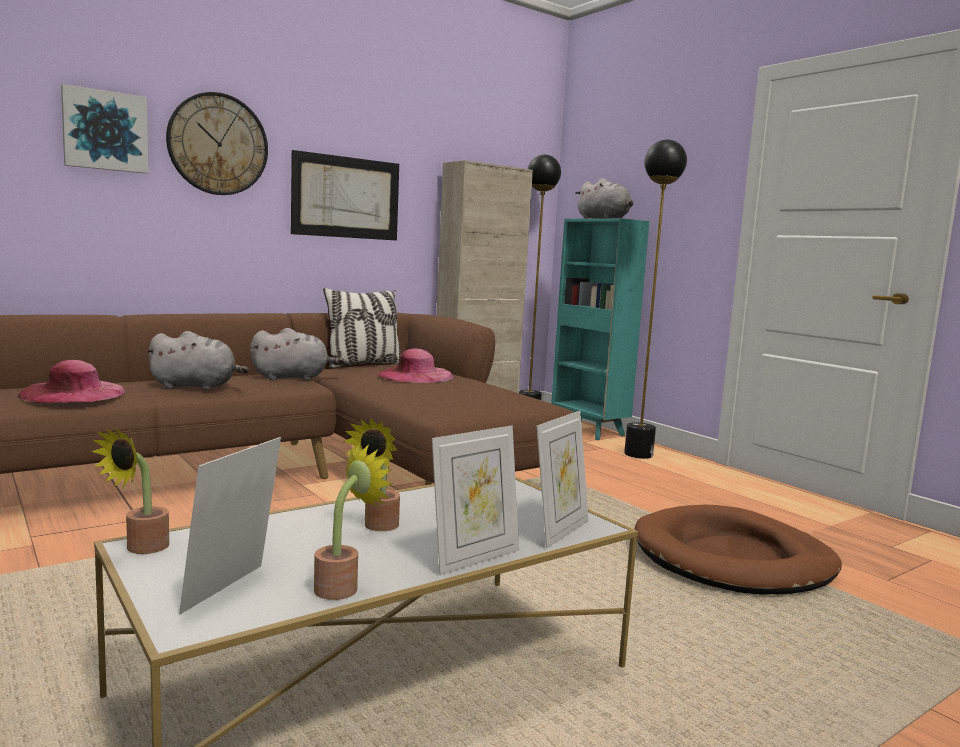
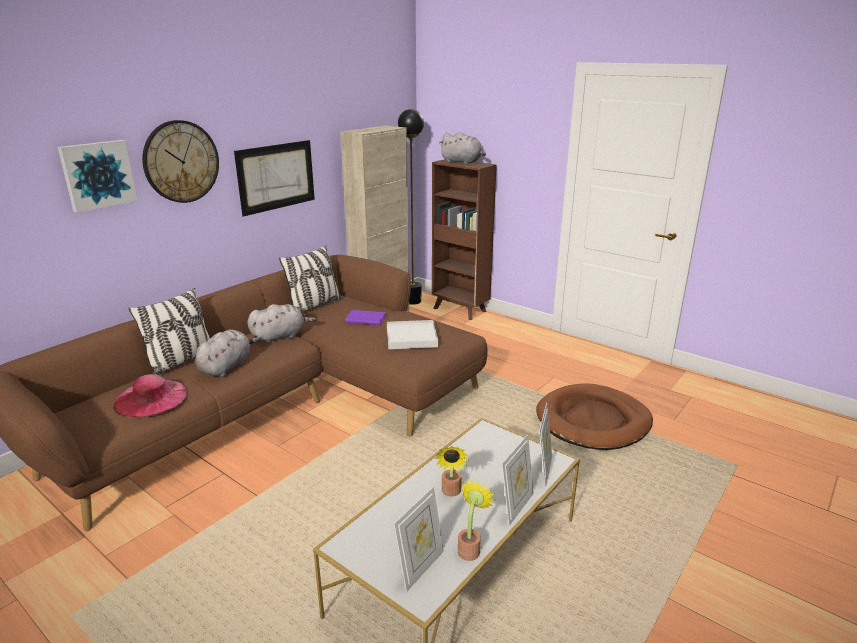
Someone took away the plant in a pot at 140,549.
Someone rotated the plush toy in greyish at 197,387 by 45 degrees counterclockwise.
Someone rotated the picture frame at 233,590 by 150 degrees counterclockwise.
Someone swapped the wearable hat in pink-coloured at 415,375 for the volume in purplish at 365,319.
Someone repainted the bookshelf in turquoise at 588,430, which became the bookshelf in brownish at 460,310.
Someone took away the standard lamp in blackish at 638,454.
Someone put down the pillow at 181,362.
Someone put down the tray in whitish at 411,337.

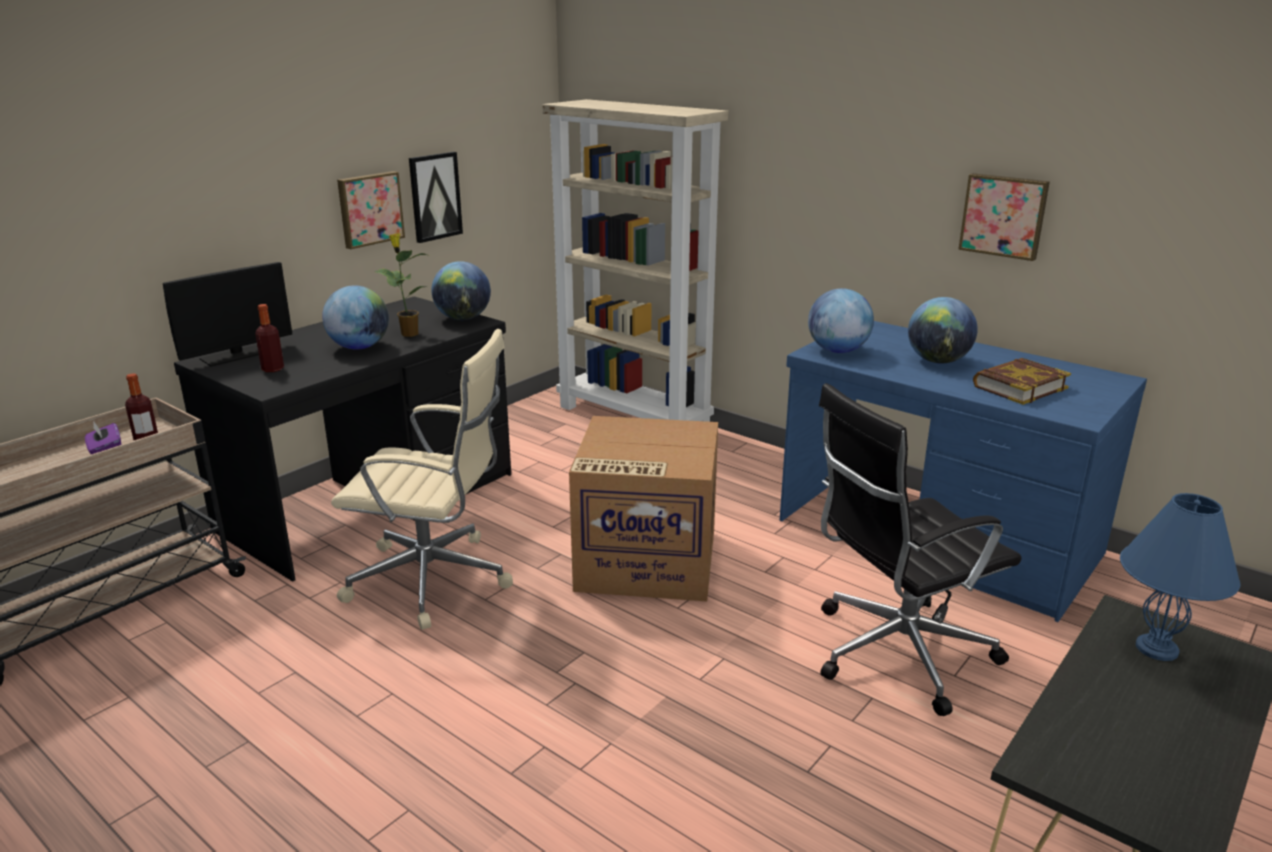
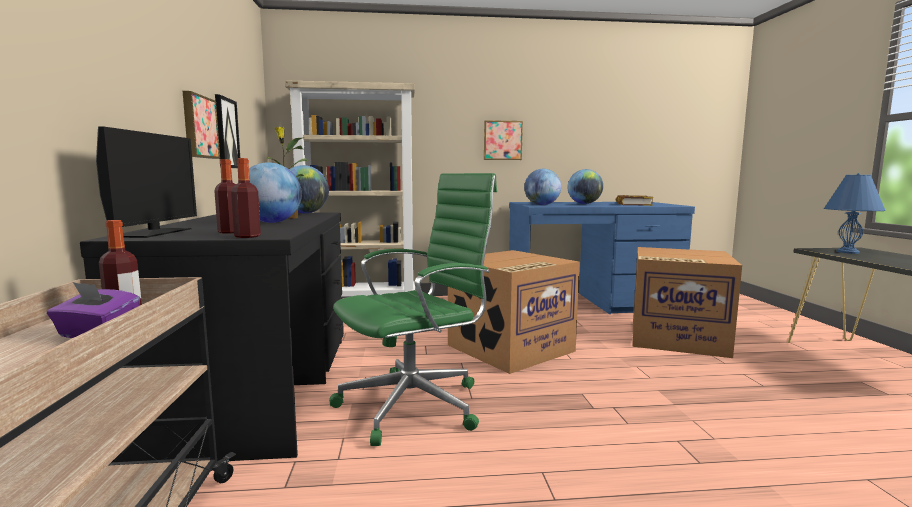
Someone repainted the computer chair in beige-coloured at 434,580, which became the computer chair in green at 416,404.
Someone swapped the computer chair in blackish at 896,653 for the carton at 676,338.
Someone carried the wall picture from 1004,215 to 502,140.
Someone put down the bottle at 247,236.

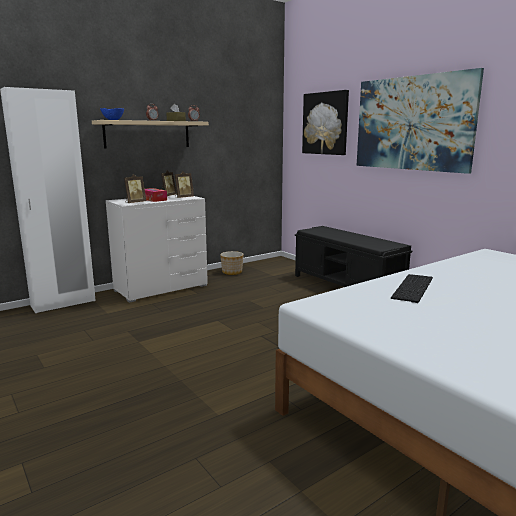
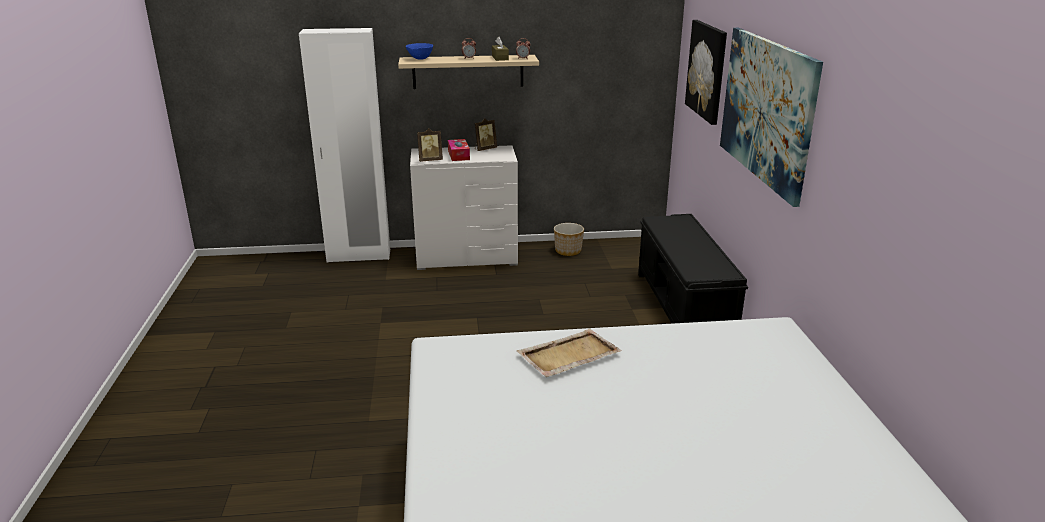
Someone took away the picture frame at 183,197.
Someone swapped the PC keyboard at 414,288 for the tray in beige-coloured at 568,355.

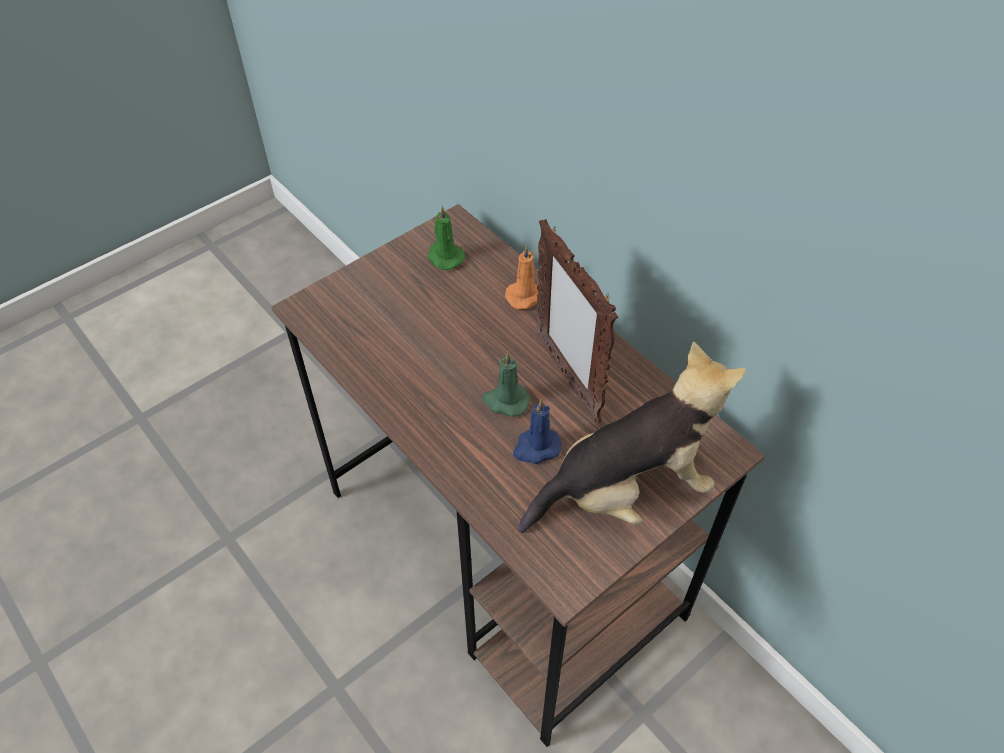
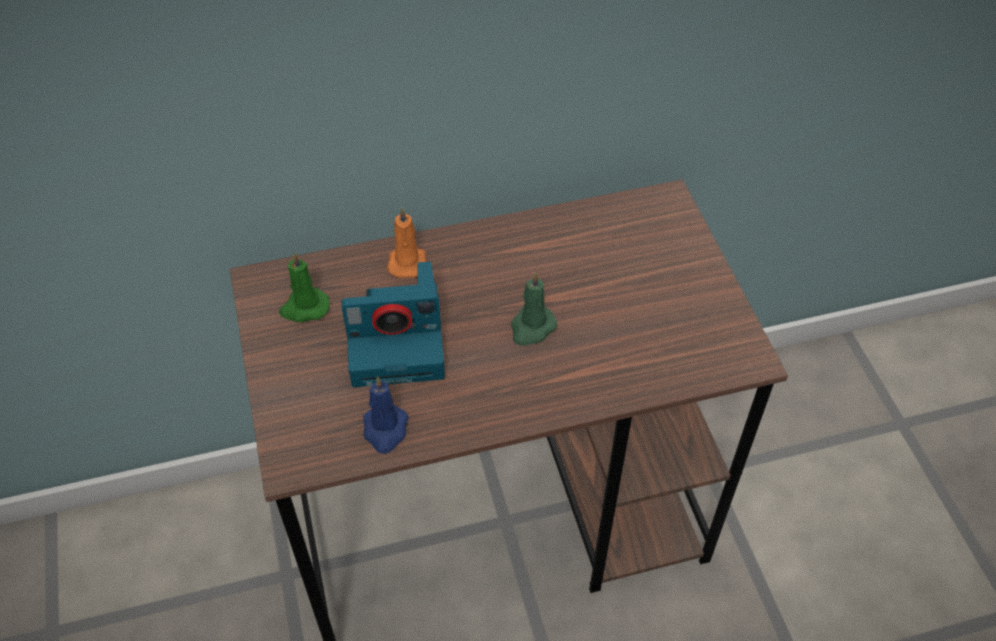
Someone carried the wax light in bluish from 536,448 to 385,430.
Someone took away the plush toy at 626,490.
Someone took away the picture frame at 567,377.
Someone put down the photo camera at 399,341.

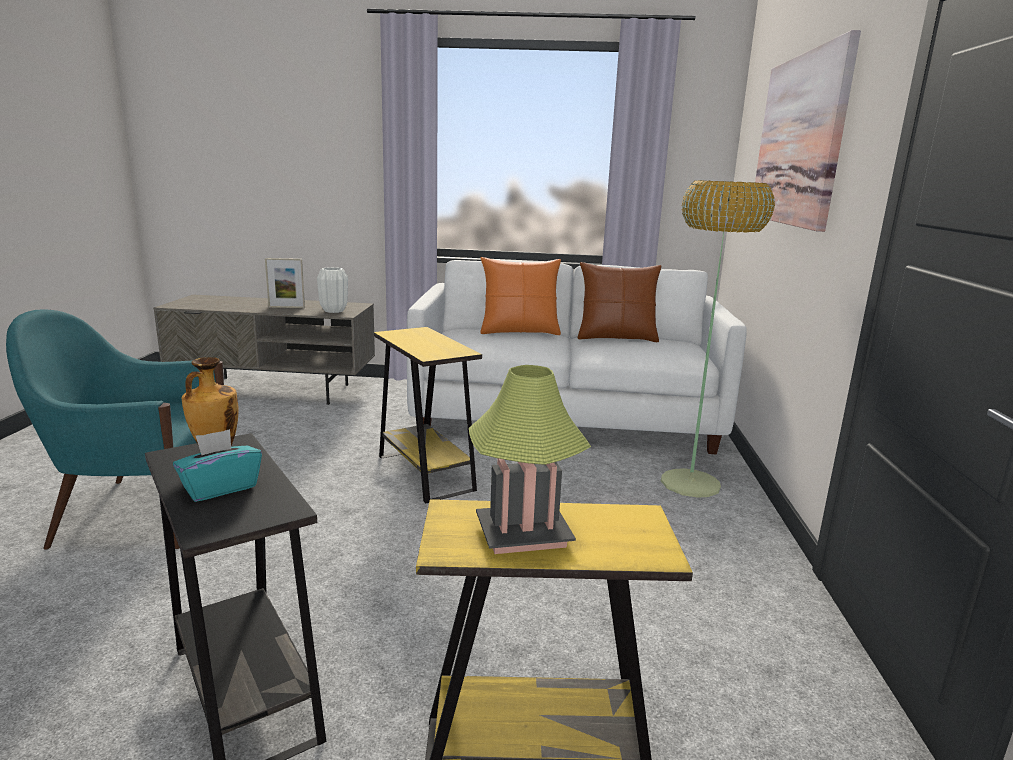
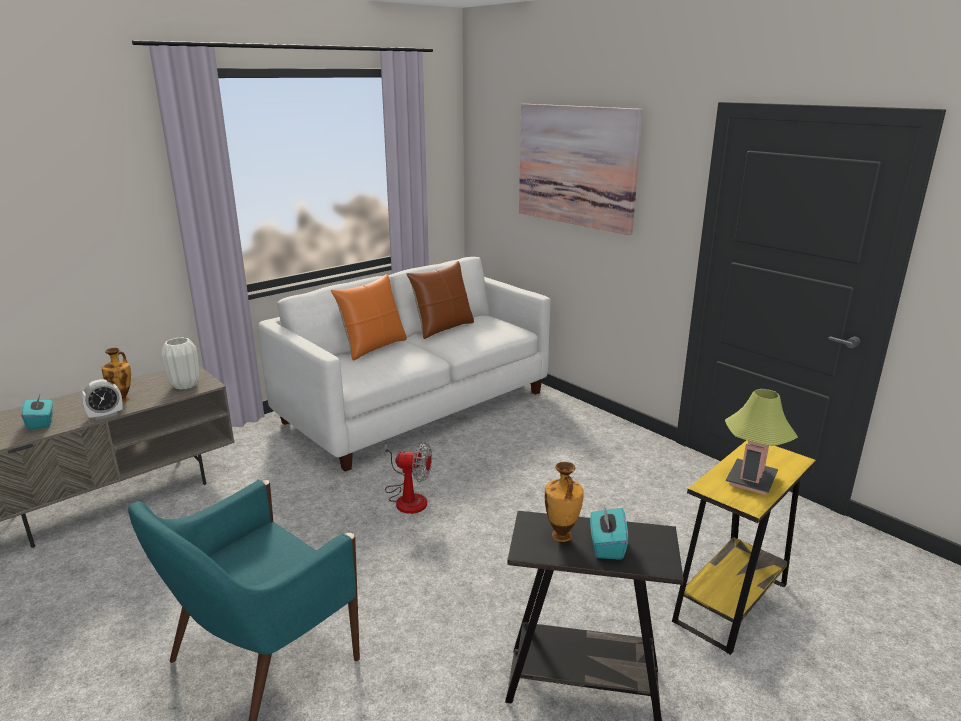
Someone swapped the picture frame at 286,307 for the decorative vase at 123,399.
Someone swapped the end table in yellowish at 425,473 for the cooling fan at 407,498.
Someone took away the standard lamp at 690,483.
Someone put down the tissue box in turquoise at 41,422.
Someone put down the alarm clock at 105,415.

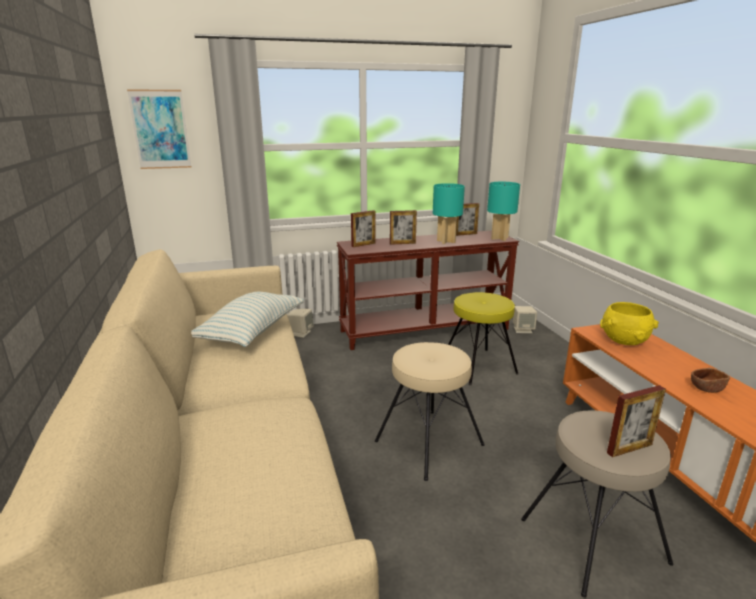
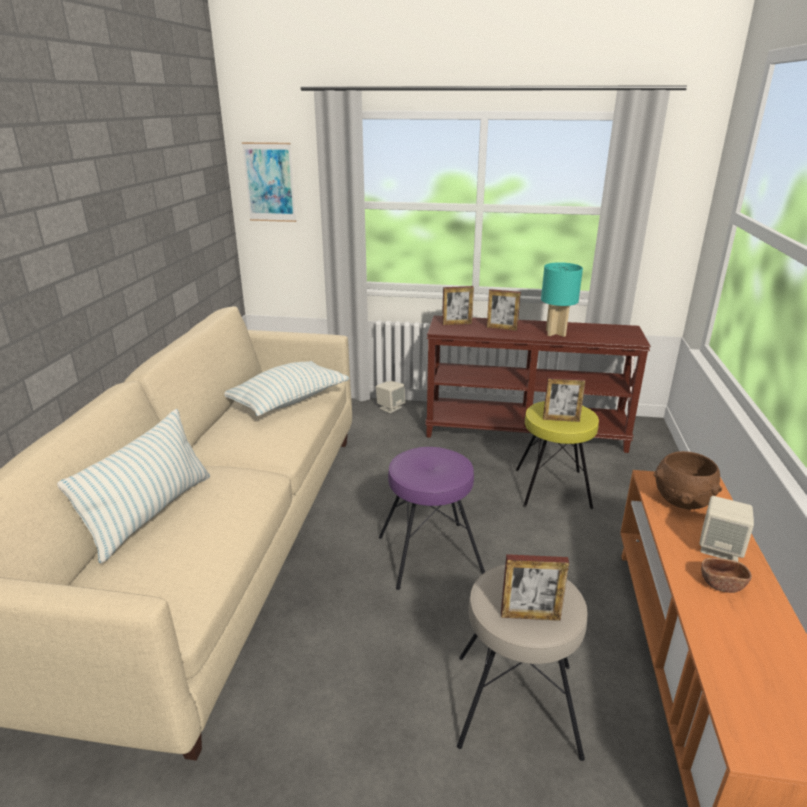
Someone repainted the sitting stool in beige-coloured at 428,442, which became the sitting stool in purplish at 429,553.
Someone carried the picture frame from 465,234 to 561,419.
Someone took away the lamp for a table in turquoise at 500,238.
Someone carried the audio speaker in beige-coloured from 523,330 to 720,548.
Someone repainted the deep dish in yellowish at 624,341, which became the deep dish in brownish at 682,501.
Someone put down the pillow at 151,513.

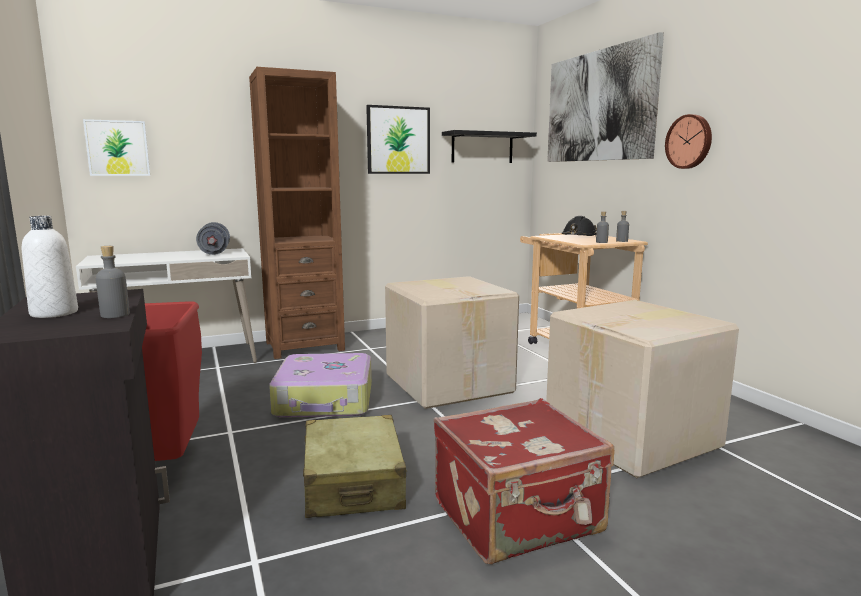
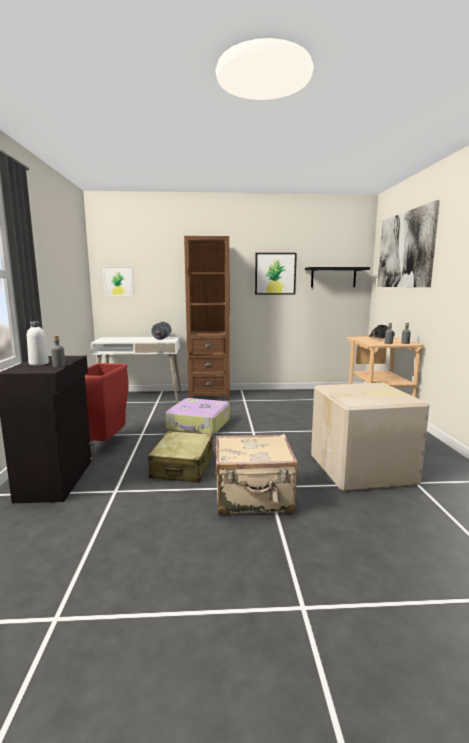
Someone took away the carton at 449,383.
Someone repainted the suitcase in red-coloured at 518,518, which became the suitcase in beige-coloured at 254,497.
Someone took away the wall clock at 689,141.

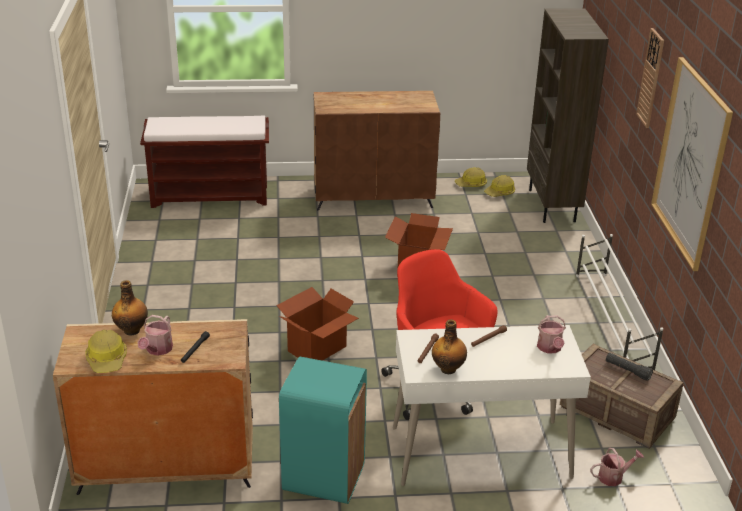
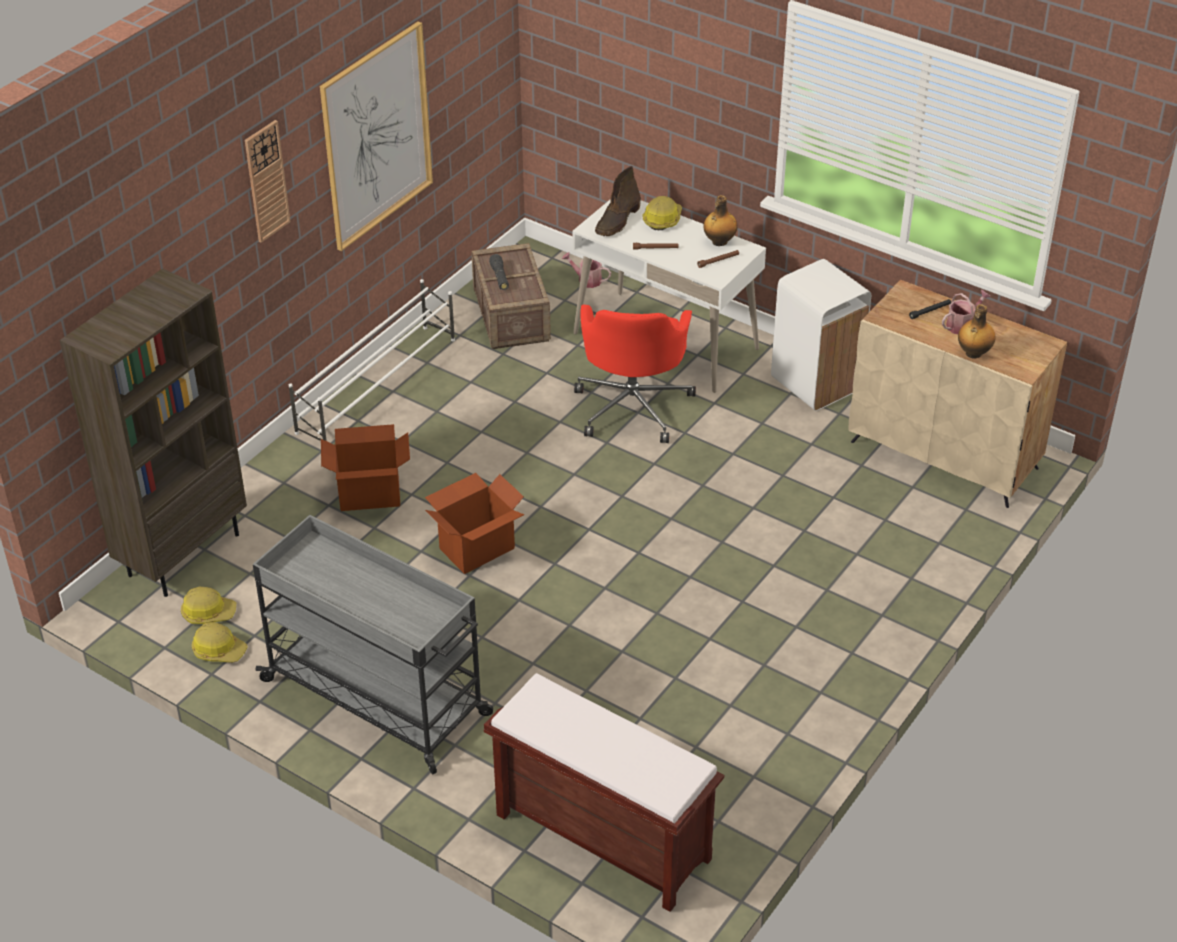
Someone carried the hard hat from 107,360 to 662,219.
Someone carried the carton from 317,349 to 369,493.
Someone repainted the waste bin in turquoise at 324,478, which became the waste bin in whitish at 815,383.
Someone swapped the storage cabinet in brownish at 374,197 for the wheeled cart in greyish at 378,698.
Someone swapped the sprinkling can at 550,348 for the high-top boot in brownish at 617,221.

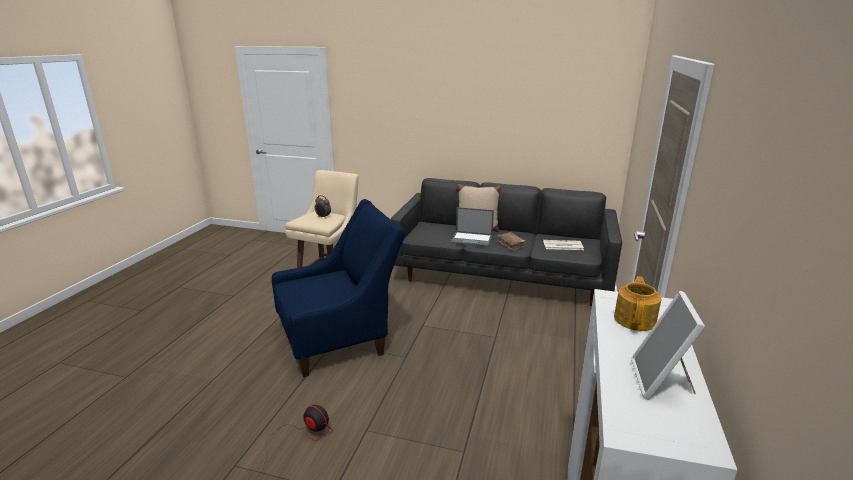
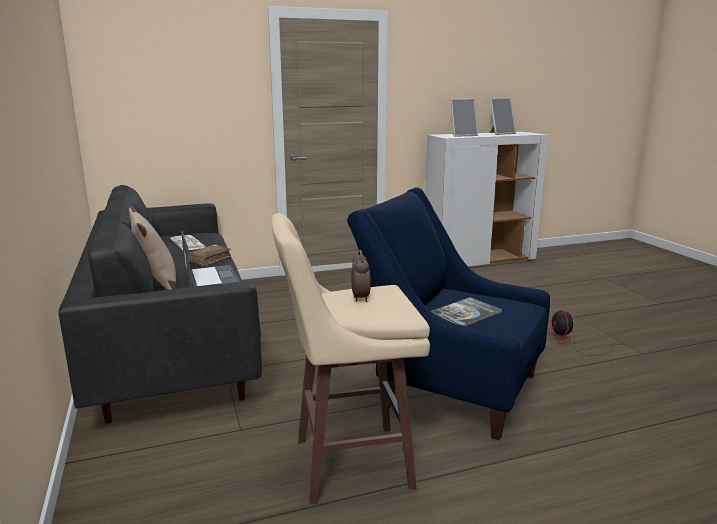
Someone swapped the pot for tea at 635,319 for the picture frame at 462,135.
Someone put down the volume at 466,313.

